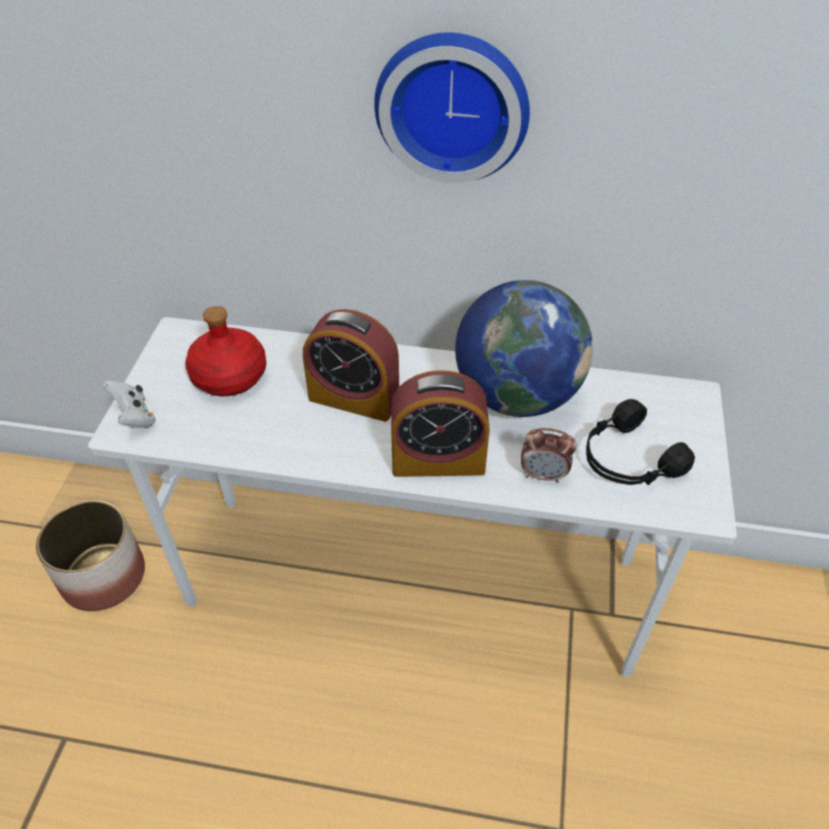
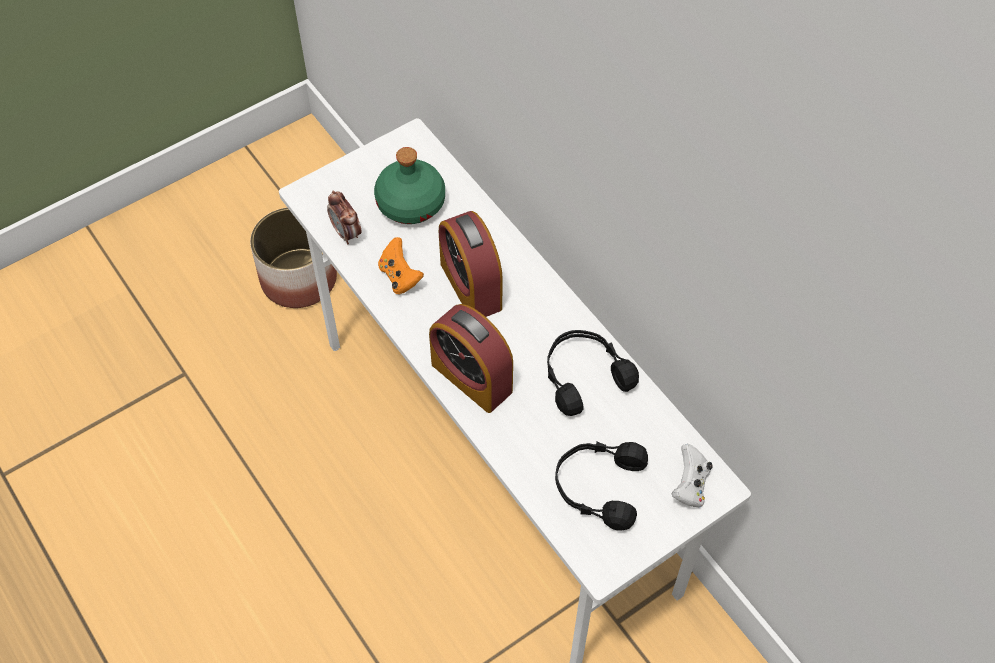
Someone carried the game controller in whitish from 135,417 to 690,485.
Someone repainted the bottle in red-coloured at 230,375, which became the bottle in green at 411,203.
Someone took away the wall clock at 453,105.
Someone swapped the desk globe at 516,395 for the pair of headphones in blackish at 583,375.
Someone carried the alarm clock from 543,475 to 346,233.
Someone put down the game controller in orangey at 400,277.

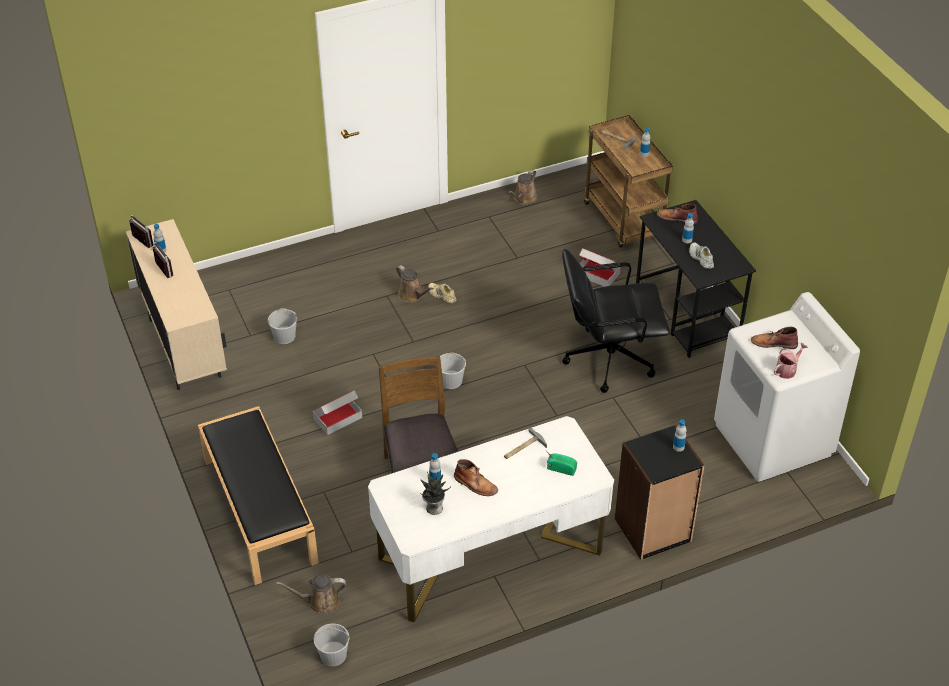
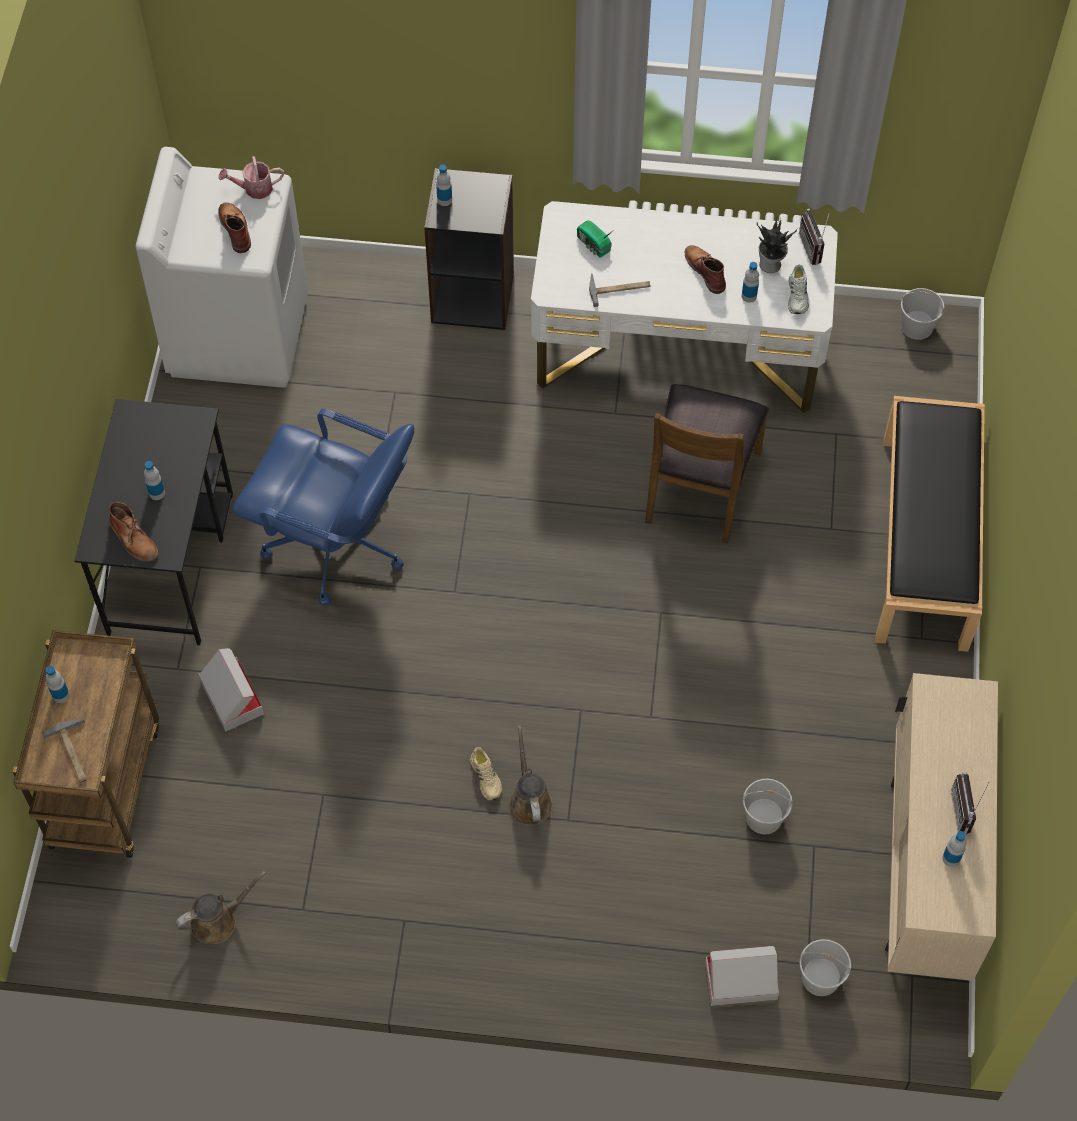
Someone carried the radio set from 139,242 to 815,248.
Someone took away the sprinkling can in brownish at 320,602.
Someone carried the carton from 338,418 to 740,981.
Someone carried the pail in whitish from 451,380 to 819,978.
Someone repainted the computer chair in blackish at 608,358, which became the computer chair in bluish at 336,545.
Someone carried the shoe in whitish from 700,258 to 798,296.
Someone rotated the high-top boot in brownish at 773,343 by 150 degrees counterclockwise.

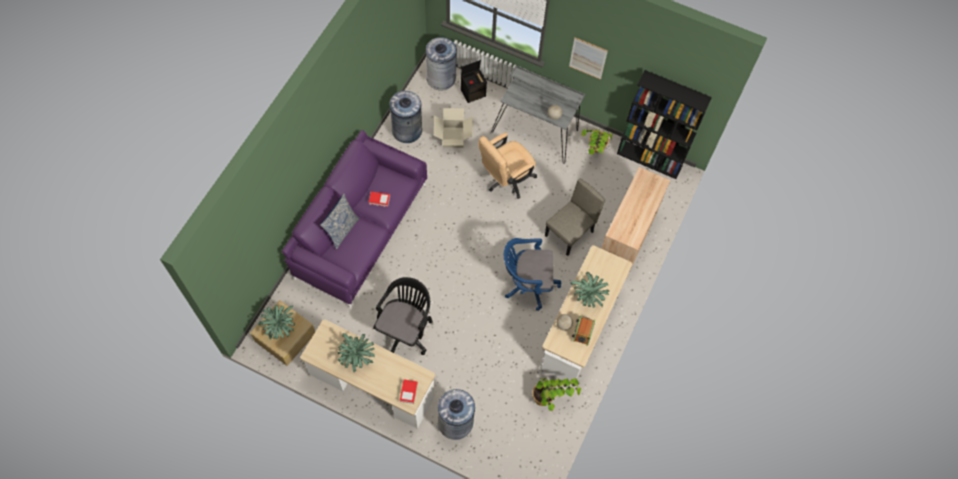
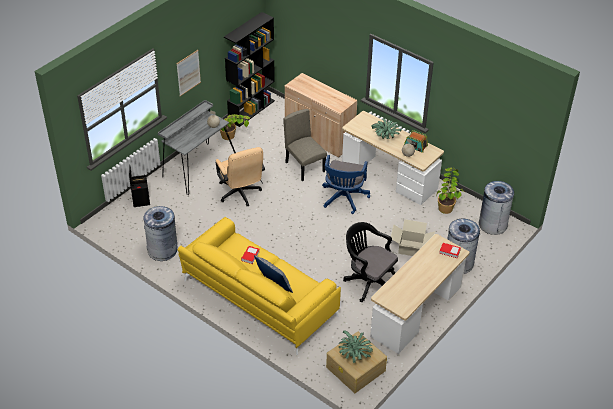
Someone repainted the couch in purplish at 359,230, which became the couch in yellowish at 258,299.
Someone took away the plant in a pot at 357,356.
Someone carried the waste bin in greyish from 441,78 to 492,224.
Someone carried the carton from 453,137 to 411,248.

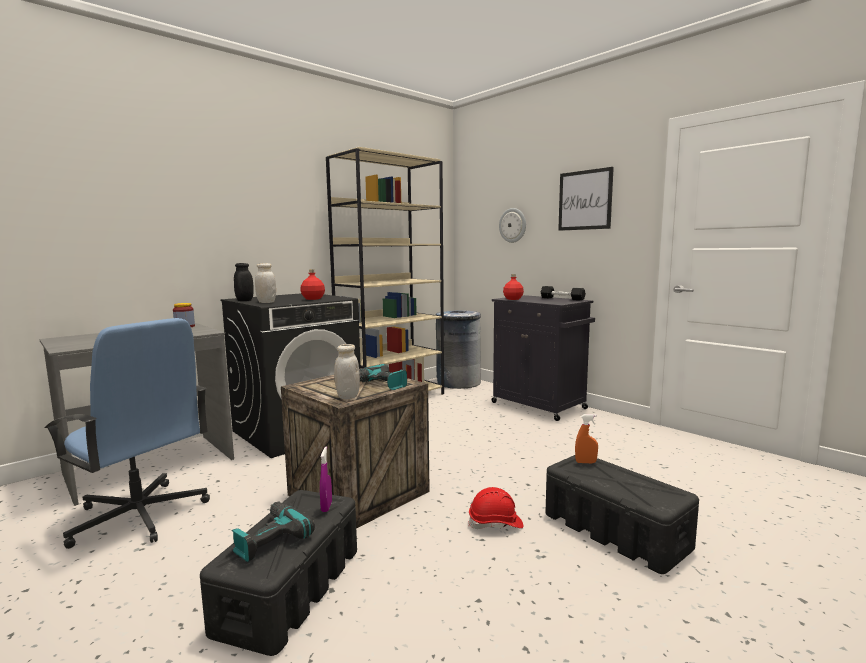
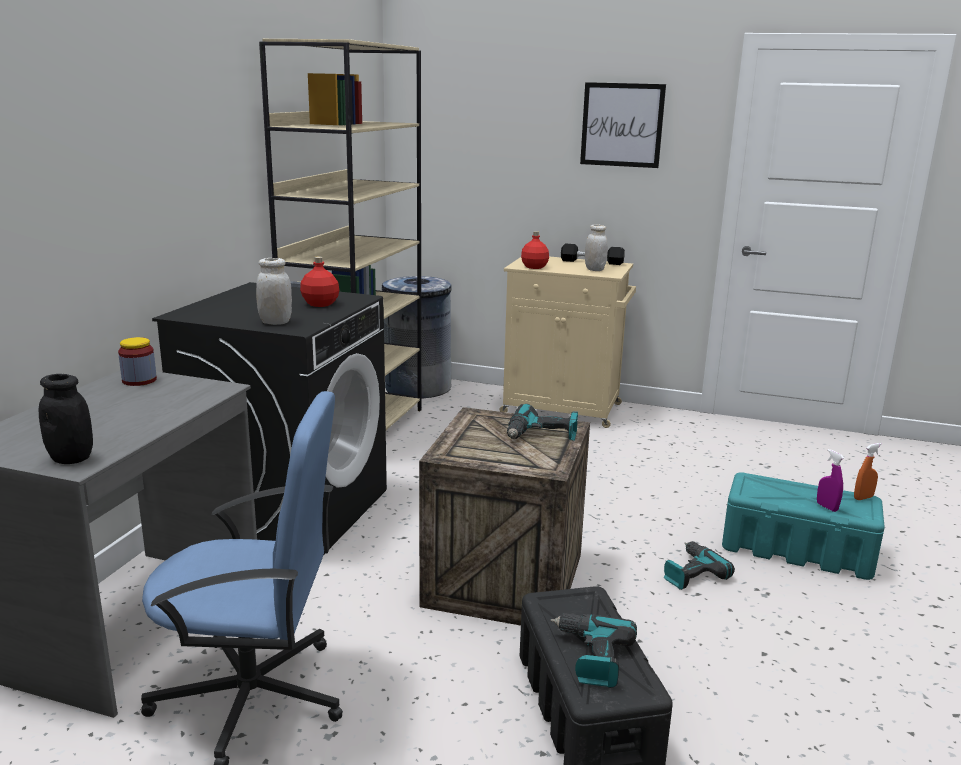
Someone carried the preserve jar in blackish from 244,300 to 71,458.
Someone carried the spray bottle in purplish from 326,507 to 827,507.
Someone carried the preserve jar in whitish from 347,396 to 594,269.
Someone swapped the hard hat in red-coloured at 495,524 for the electric drill at 690,573.
Someone repainted the storage cabinet in blackish at 540,406, which became the storage cabinet in beige-coloured at 564,409.
Someone took away the wall clock at 513,225.
Someone repainted the storage bin in blackish at 616,531, which became the storage bin in turquoise at 797,549.
Someone carried the spray bottle in orangey from 585,462 to 863,498.

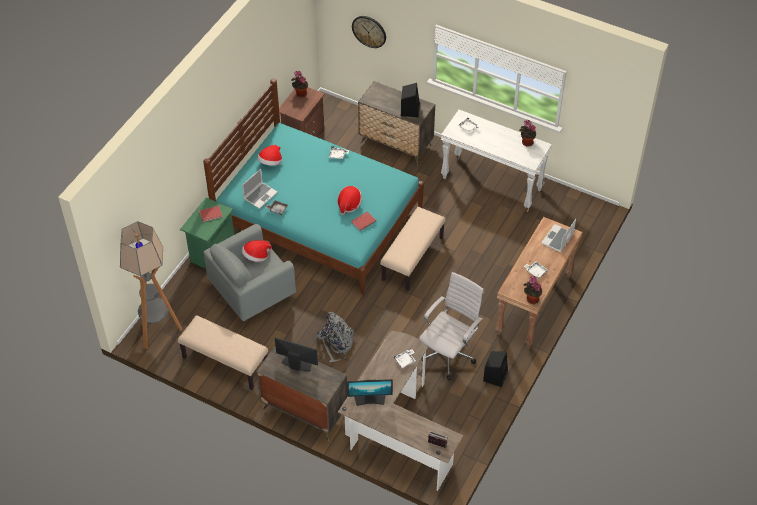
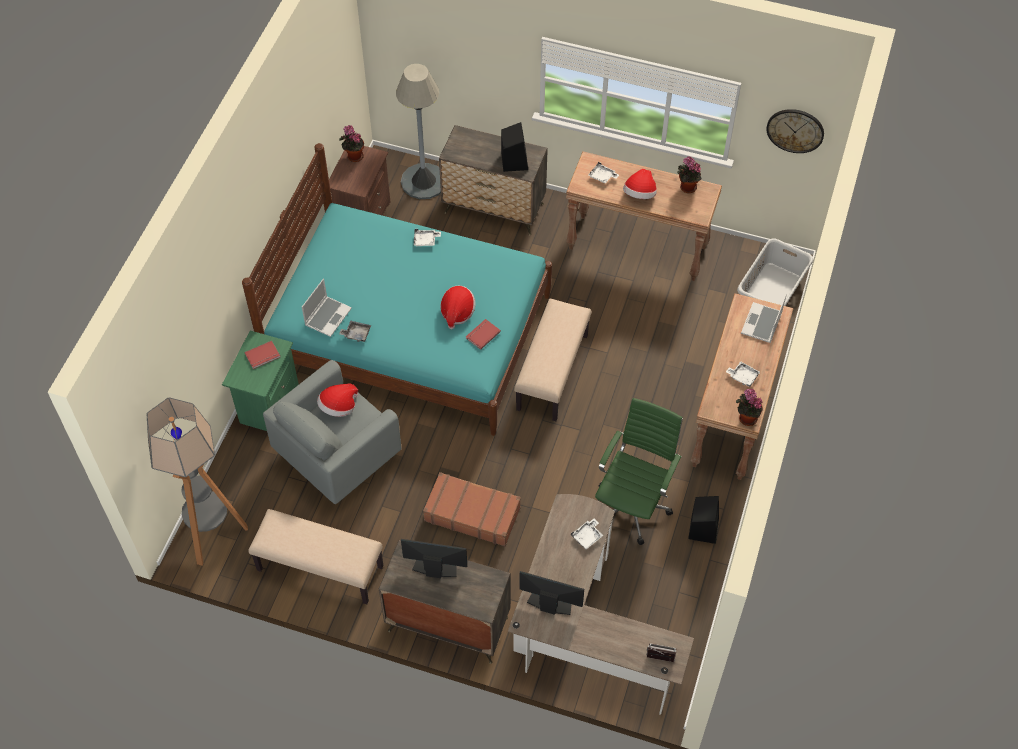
Someone carried the wearable hat from 270,162 to 639,194.
Someone swapped the backpack in greyish at 336,343 for the suitcase in brownish at 472,514.
Someone rotated the monitor at 370,399 by 150 degrees counterclockwise.
Someone carried the wall clock from 369,31 to 795,130.
Someone repainted the computer chair in whitish at 449,354, which became the computer chair in green at 633,506.
Someone repainted the hall table in whitish at 492,184, which became the hall table in brownish at 638,247.
Someone put down the standard lamp in greyish at 423,181.
Someone put down the hamper in greyish at 772,291.

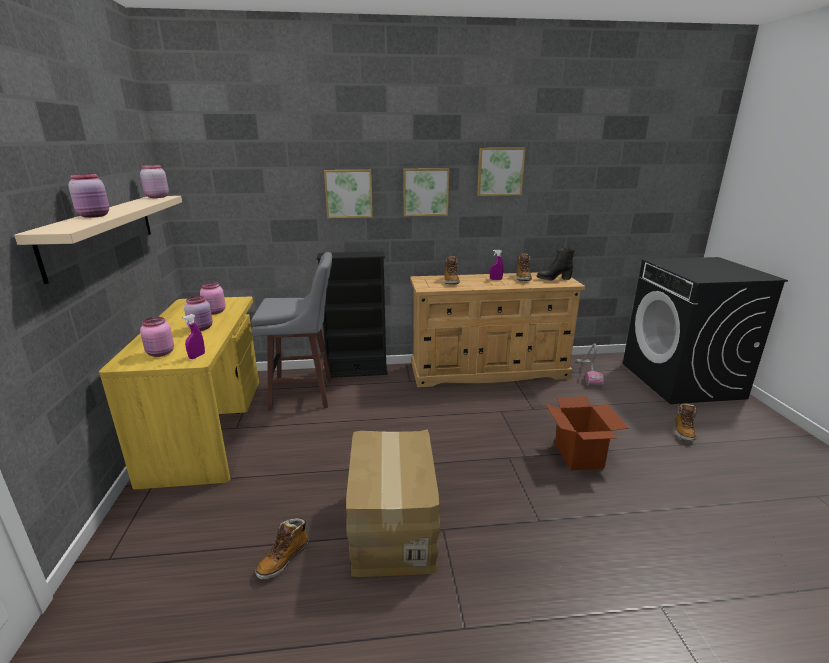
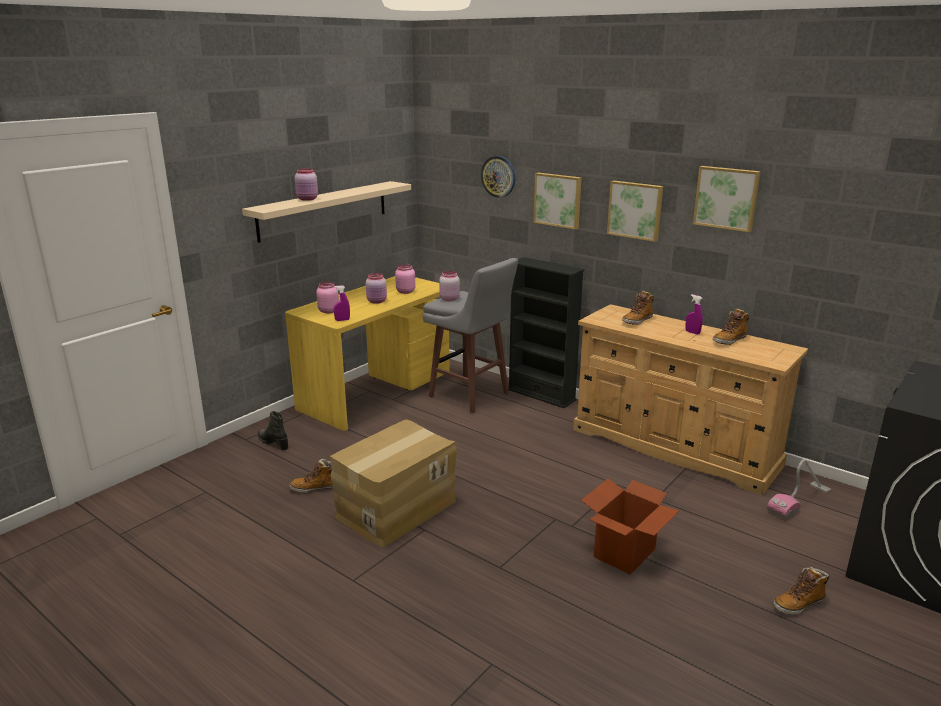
Someone carried the preserve jar in pink-coloured from 156,197 to 449,299.
Someone carried the high-top boot in blackish from 553,279 to 273,443.
Someone put up the wall clock at 498,176.

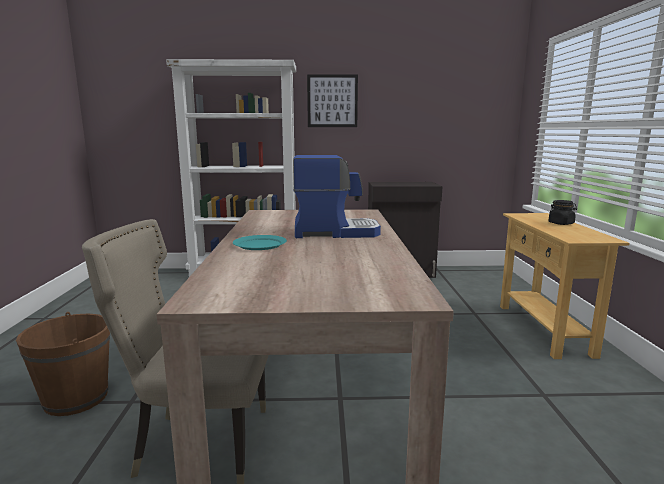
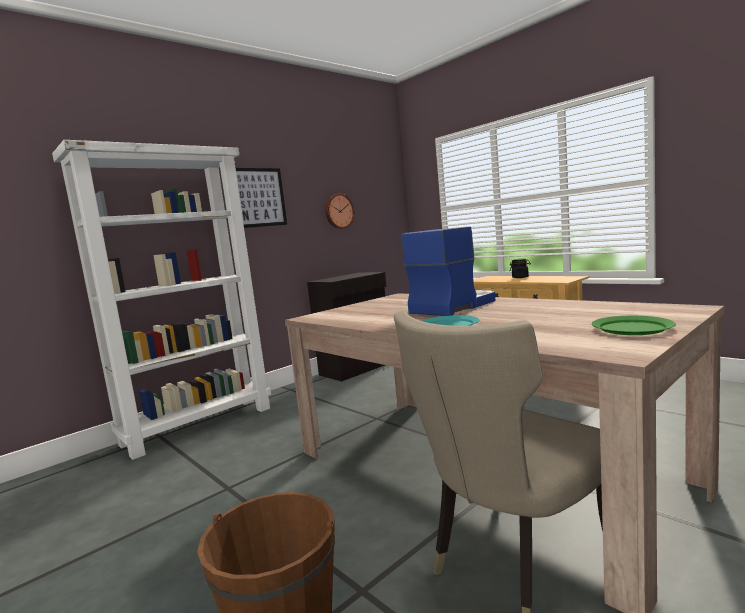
Someone put up the wall clock at 338,211.
Someone put down the flat dish in green at 631,328.

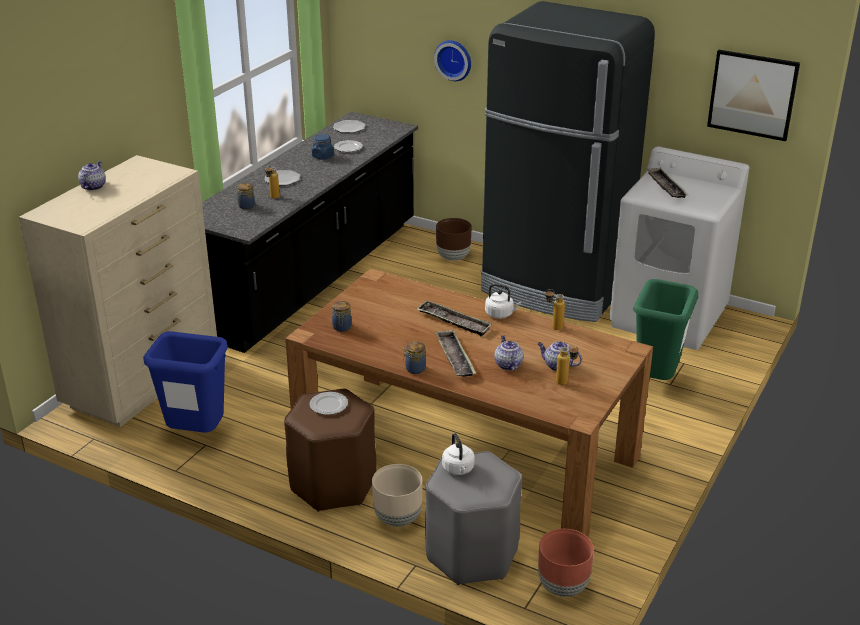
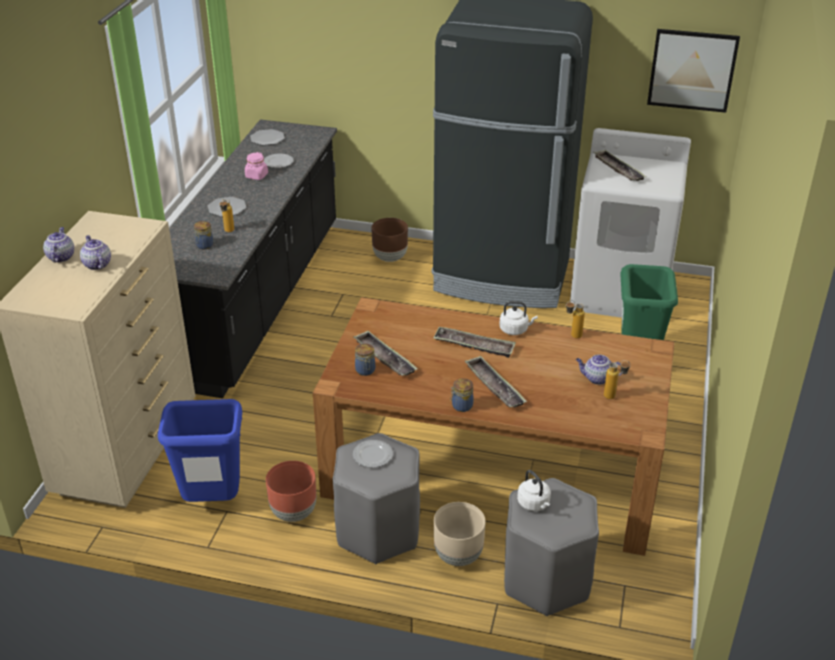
Someone repainted the sitting stool in brownish at 333,485, which became the sitting stool in greyish at 378,531.
Someone repainted the preserve jar in bluish at 322,156, which became the preserve jar in pink-coloured at 256,176.
Someone took away the wall clock at 454,59.
Someone carried the pot for tea from 507,364 to 96,264.
Someone carried the planter in brownish from 563,587 to 294,513.
Someone put down the tray at 384,358.

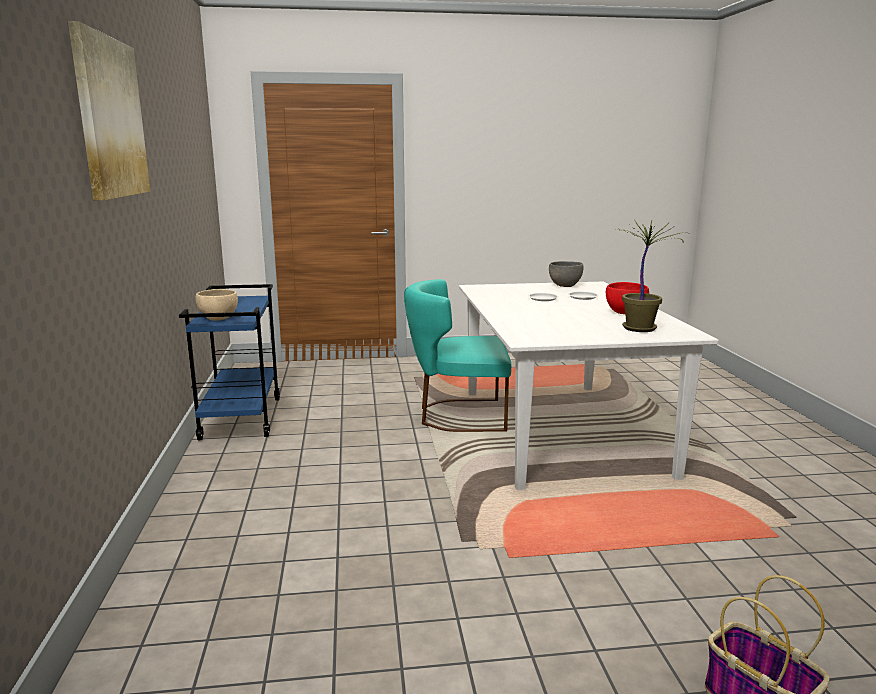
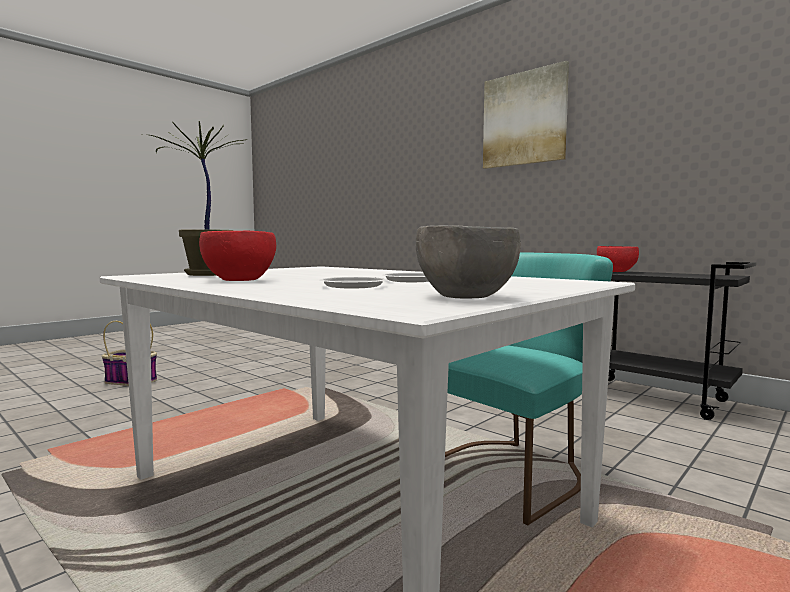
Someone repainted the wheeled cart in bluish at 240,418, which became the wheeled cart in blackish at 654,397.
Someone repainted the deep dish in beige-coloured at 218,318, which became the deep dish in red-coloured at 616,271.

